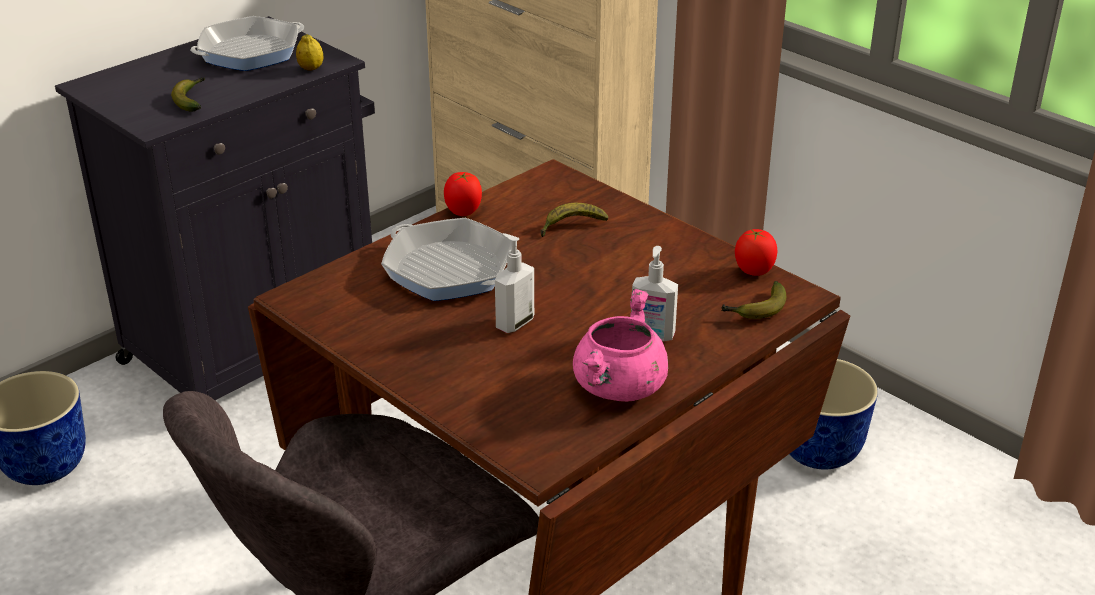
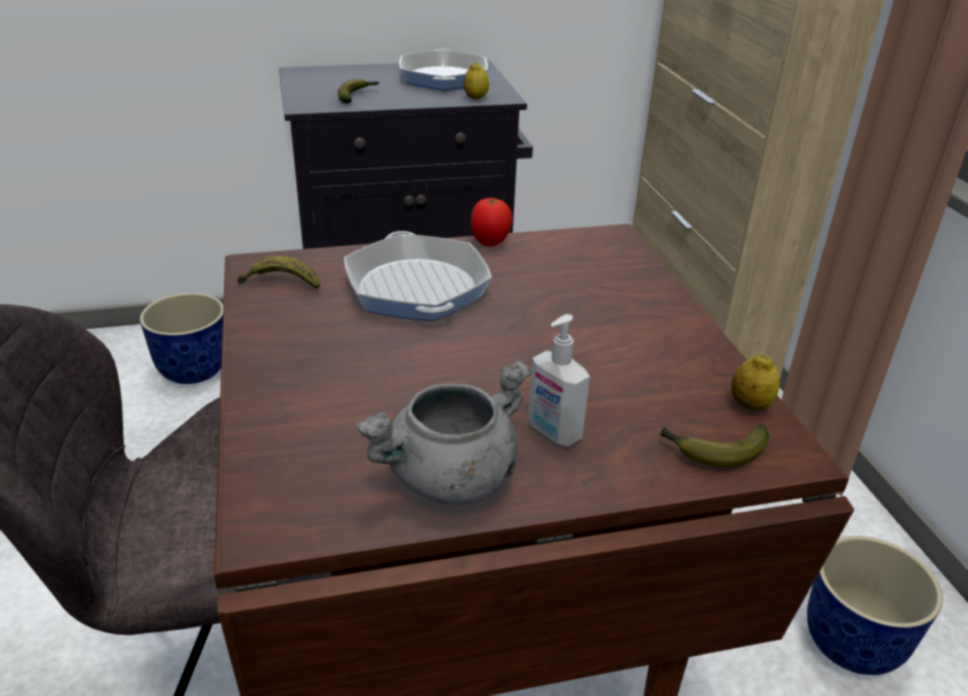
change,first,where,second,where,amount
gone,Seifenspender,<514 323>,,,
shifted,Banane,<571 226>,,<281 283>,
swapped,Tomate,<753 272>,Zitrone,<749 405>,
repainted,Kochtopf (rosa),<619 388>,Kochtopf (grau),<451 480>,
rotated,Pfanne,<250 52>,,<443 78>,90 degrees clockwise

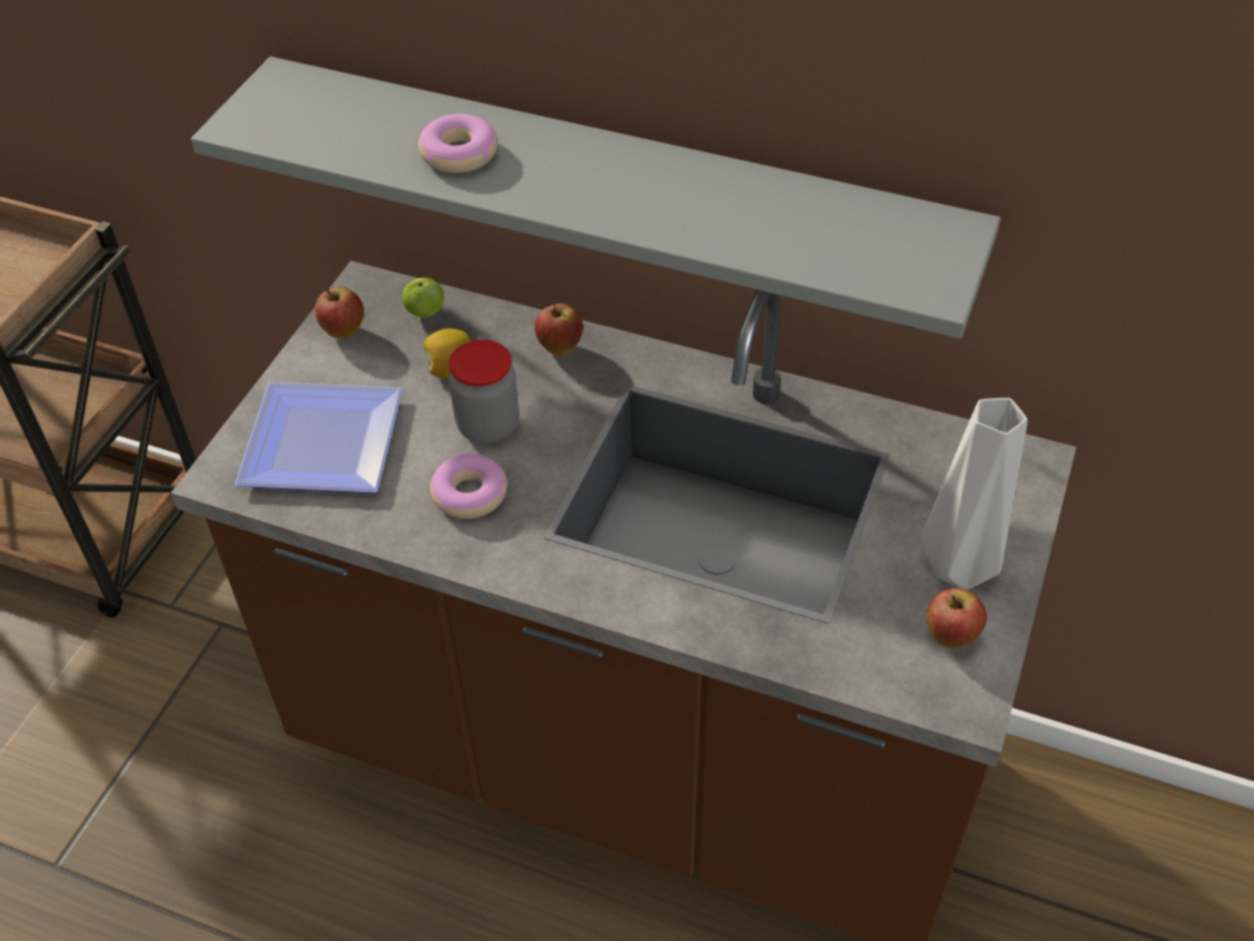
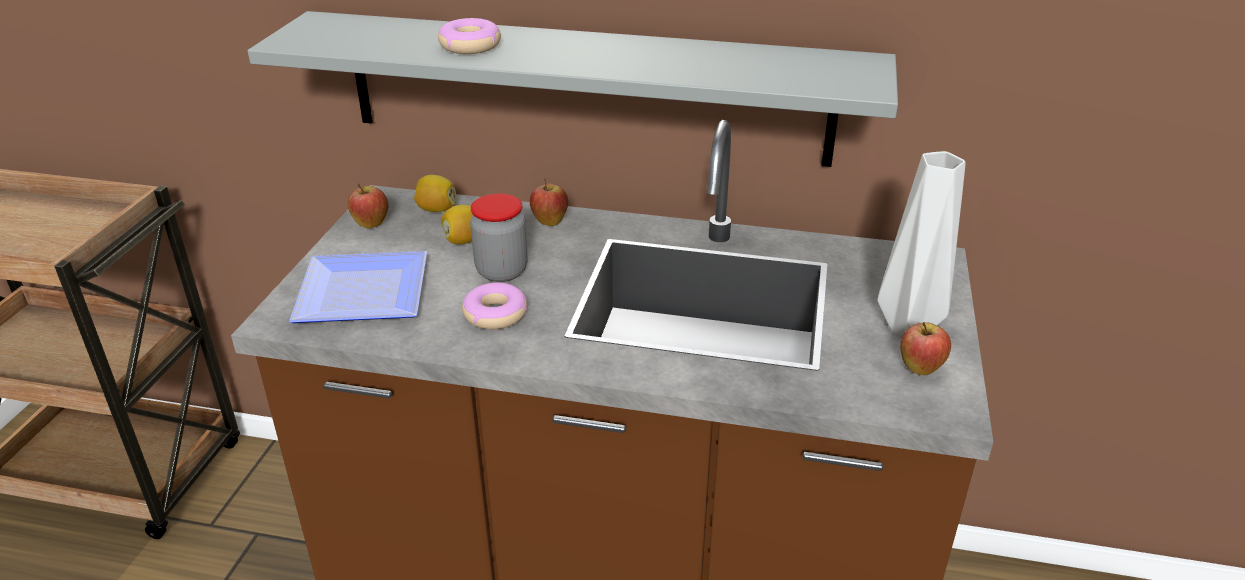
change,first,where,second,where,amount
swapped,Apfel,<425 312>,Zitrone,<436 209>,

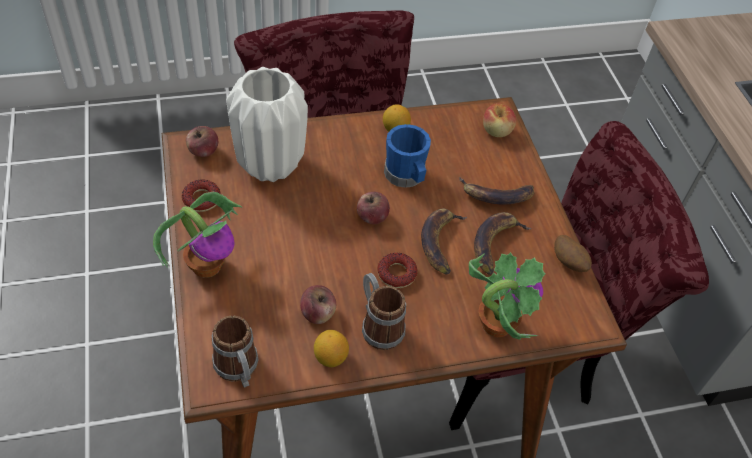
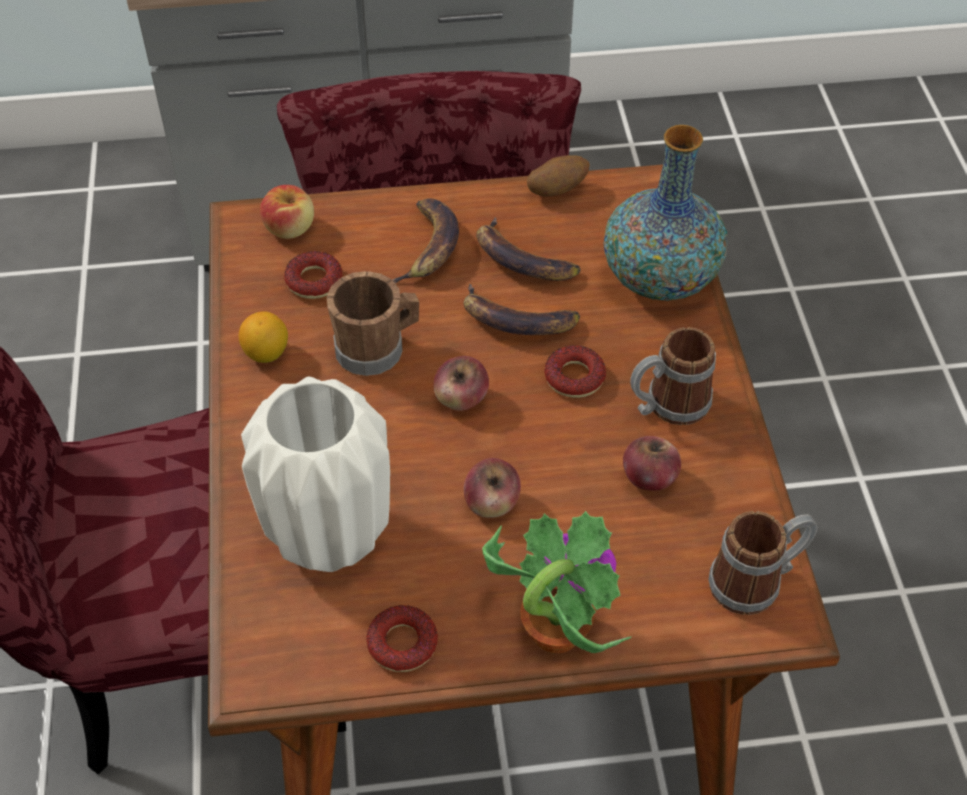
change,first,where,second,where,amount
gone,Zitrone,<330 357>,,,
new,,,Donut,<314 281>,
shifted,Apfel,<203 151>,,<492 503>,
swapped,Topfpflanze,<495 323>,Vase,<659 279>,
repainted,Henkelbecher (blau),<406 176>,Henkelbecher (braun),<377 348>,

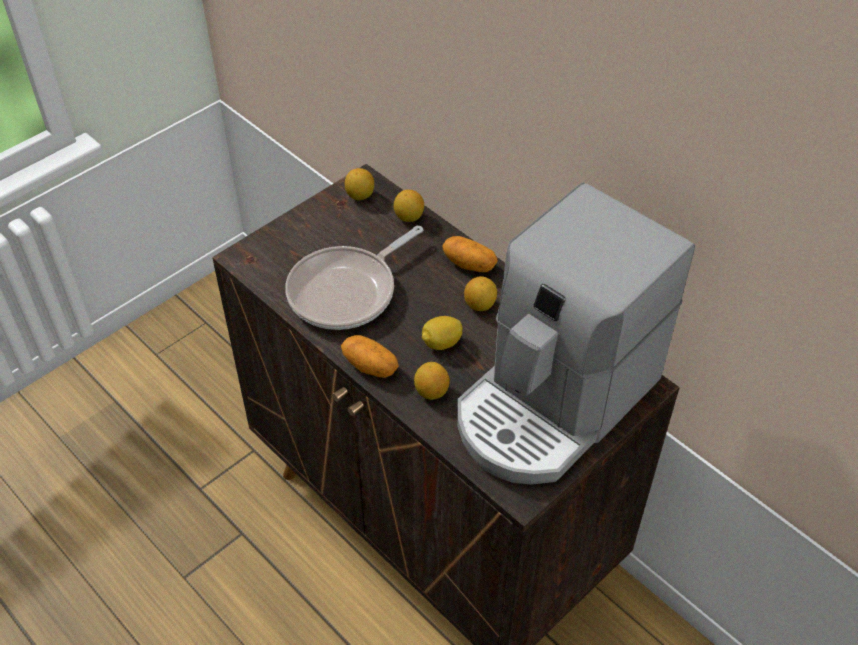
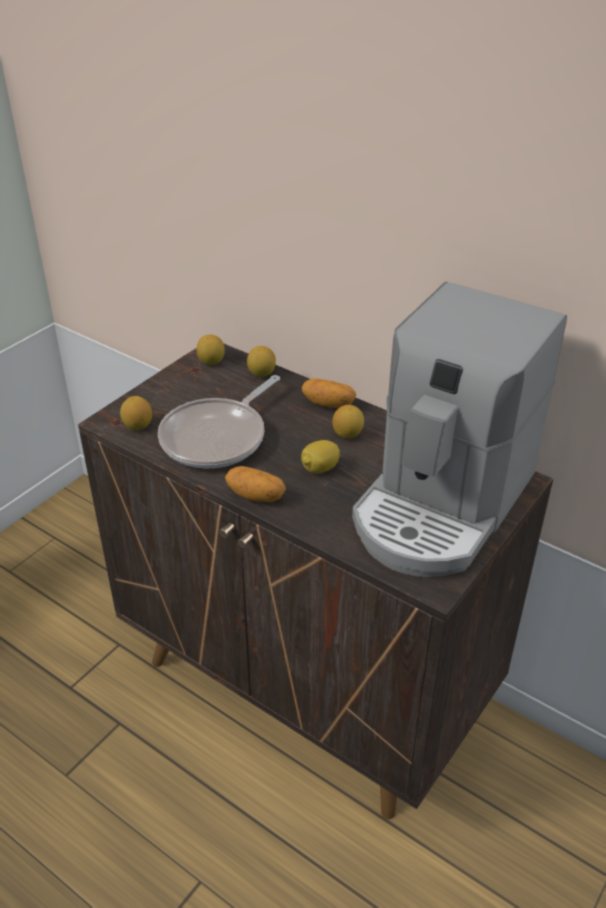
change,first,where,second,where,amount
shifted,Zitrone,<431 392>,,<137 426>,

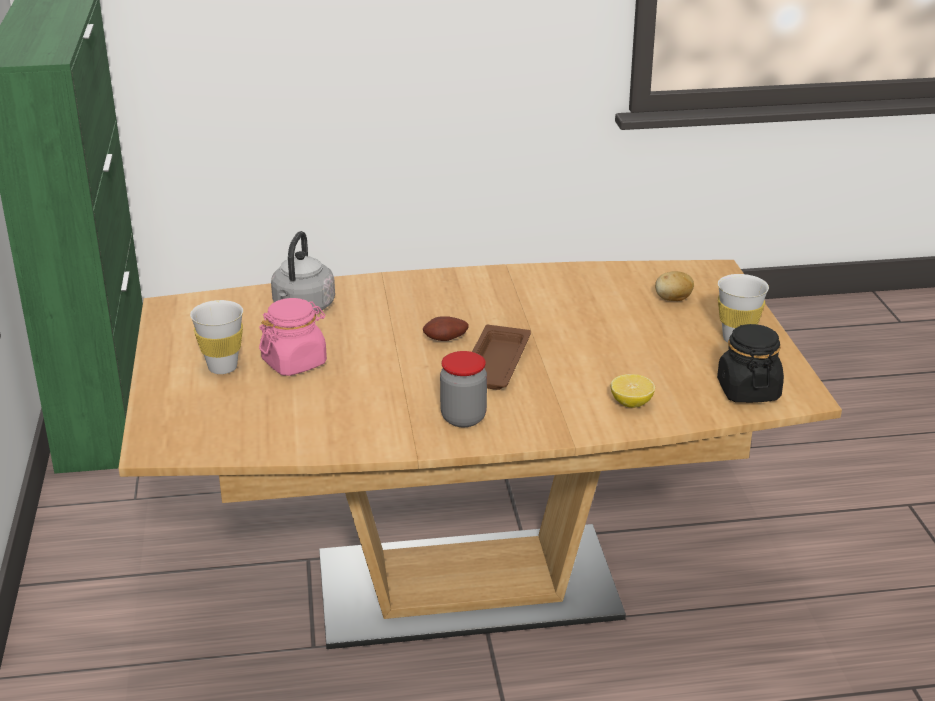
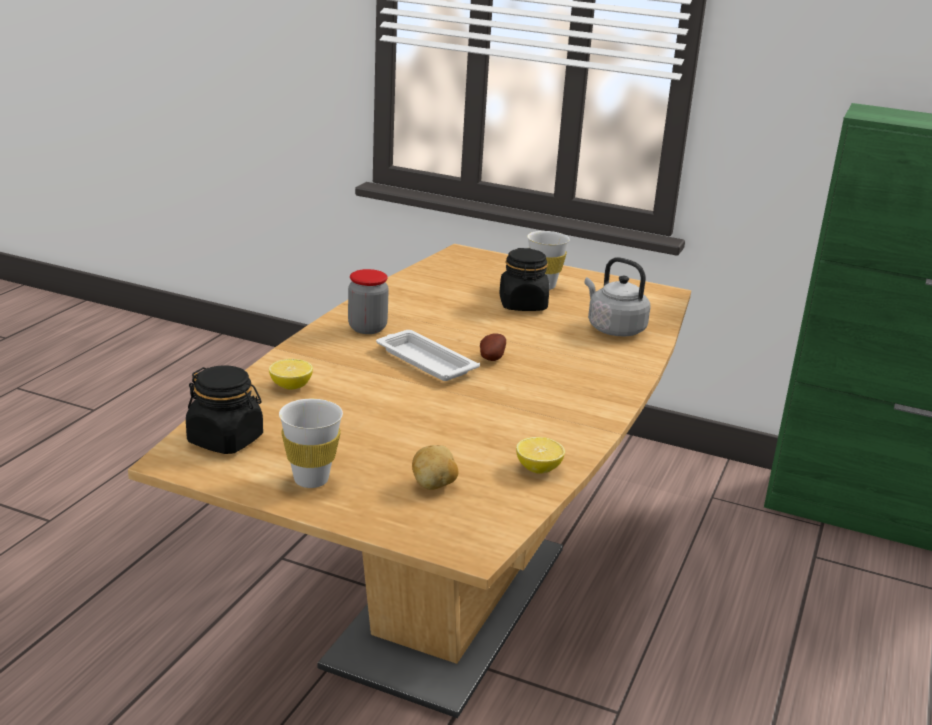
change,first,where,second,where,amount
new,,,Zitrone,<538 469>,
repainted,Vorratsglas (rosa),<294 362>,Vorratsglas (schwarz),<523 305>,
repainted,Tablett (braun),<494 365>,Tablett (weiß),<424 361>,

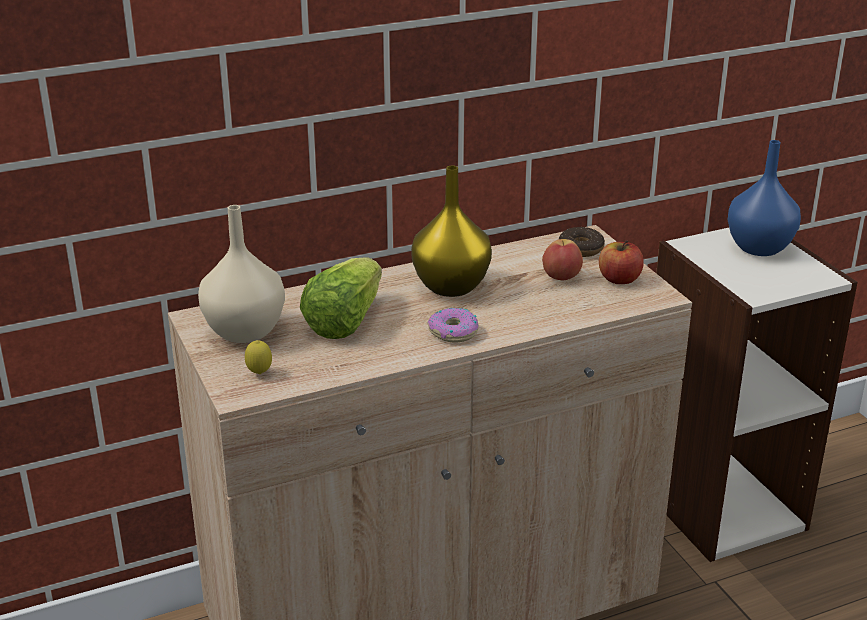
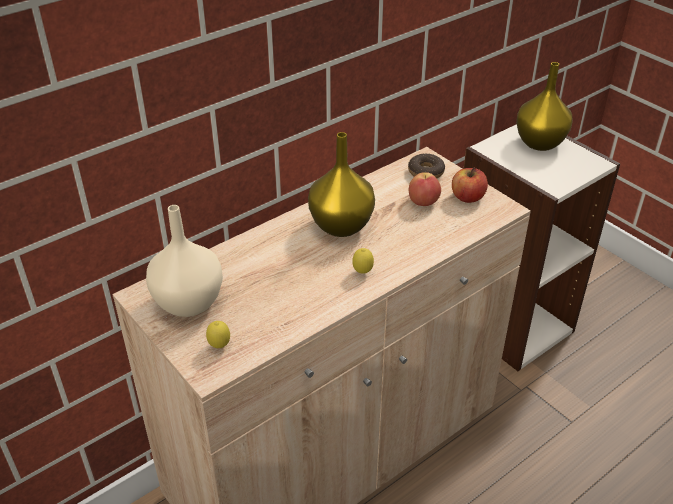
change,first,where,second,where,amount
gone,Salatkopf,<344 321>,,,
swapped,Donut,<453 332>,Zitrone,<362 272>,
repainted,Vase (blau),<757 248>,Vase (gelb),<538 143>,

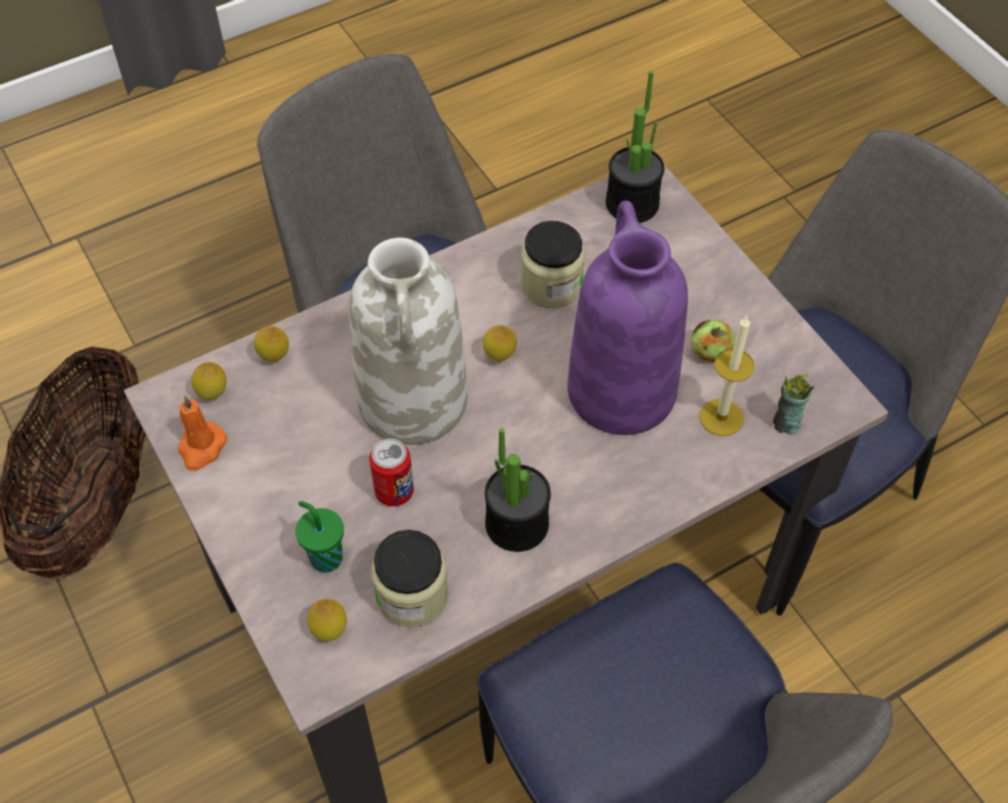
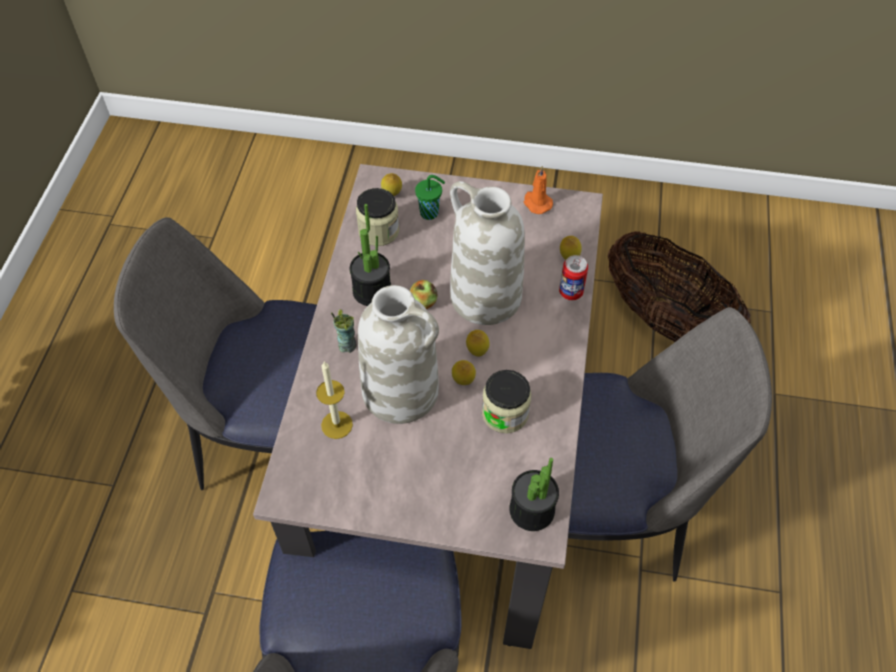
change,first,where,second,where,amount
shifted,Zitrone,<213 395>,,<463 381>,
shifted,Dose,<394 492>,,<571 292>,
shifted,Apfel,<710 352>,,<423 302>,
shifted,Tasse,<785 424>,,<347 345>,
repainted,Vase (lila),<619 389>,Vase (weiß),<402 391>,

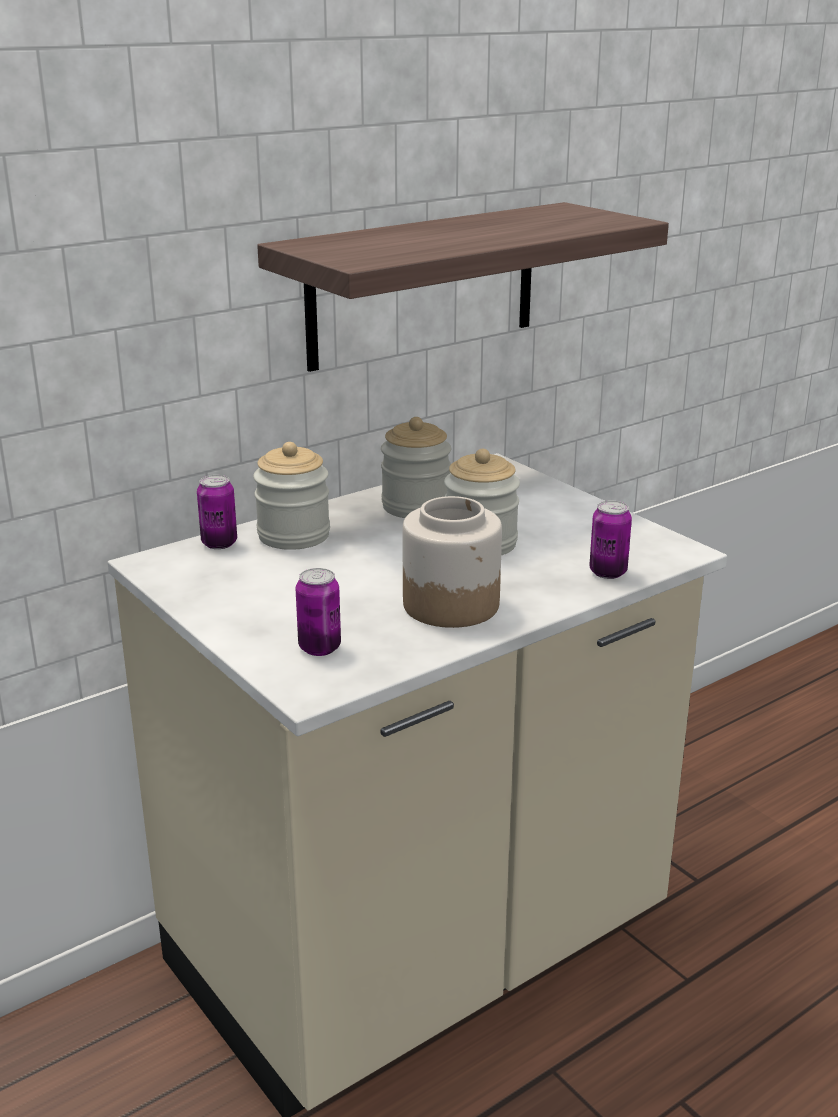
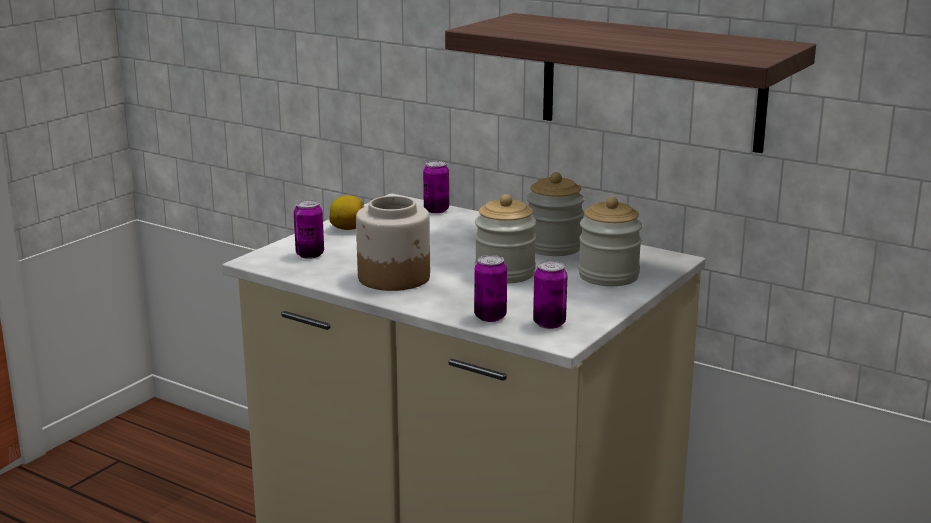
change,first,where,second,where,amount
new,,,Zitrone,<348 228>,
new,,,Dose,<549 323>,
shifted,Vorratsglas,<294 535>,,<608 276>,

